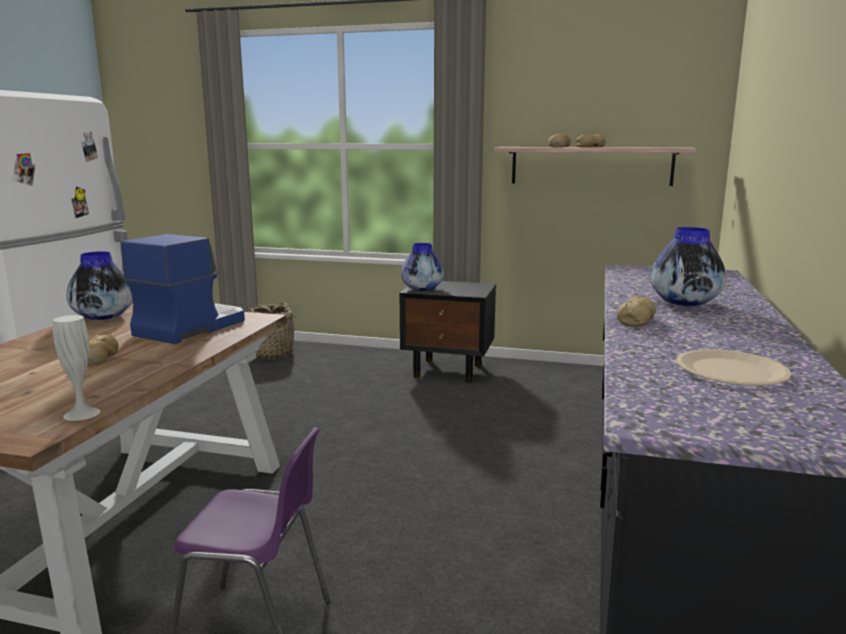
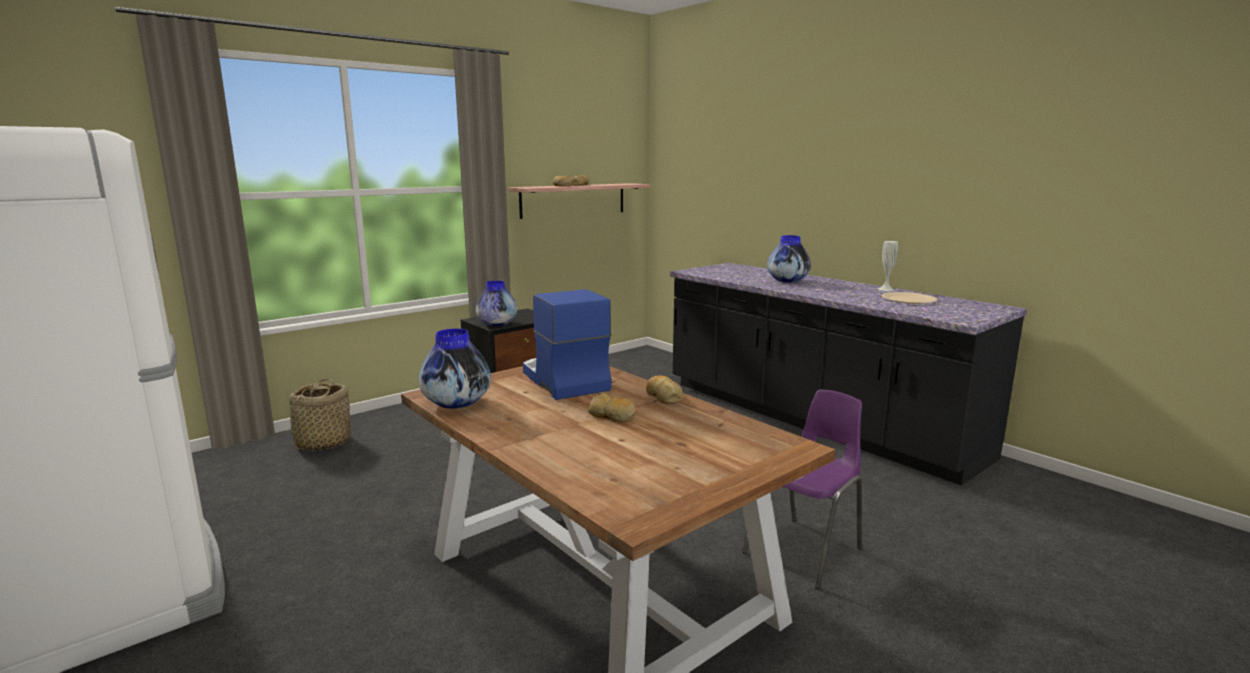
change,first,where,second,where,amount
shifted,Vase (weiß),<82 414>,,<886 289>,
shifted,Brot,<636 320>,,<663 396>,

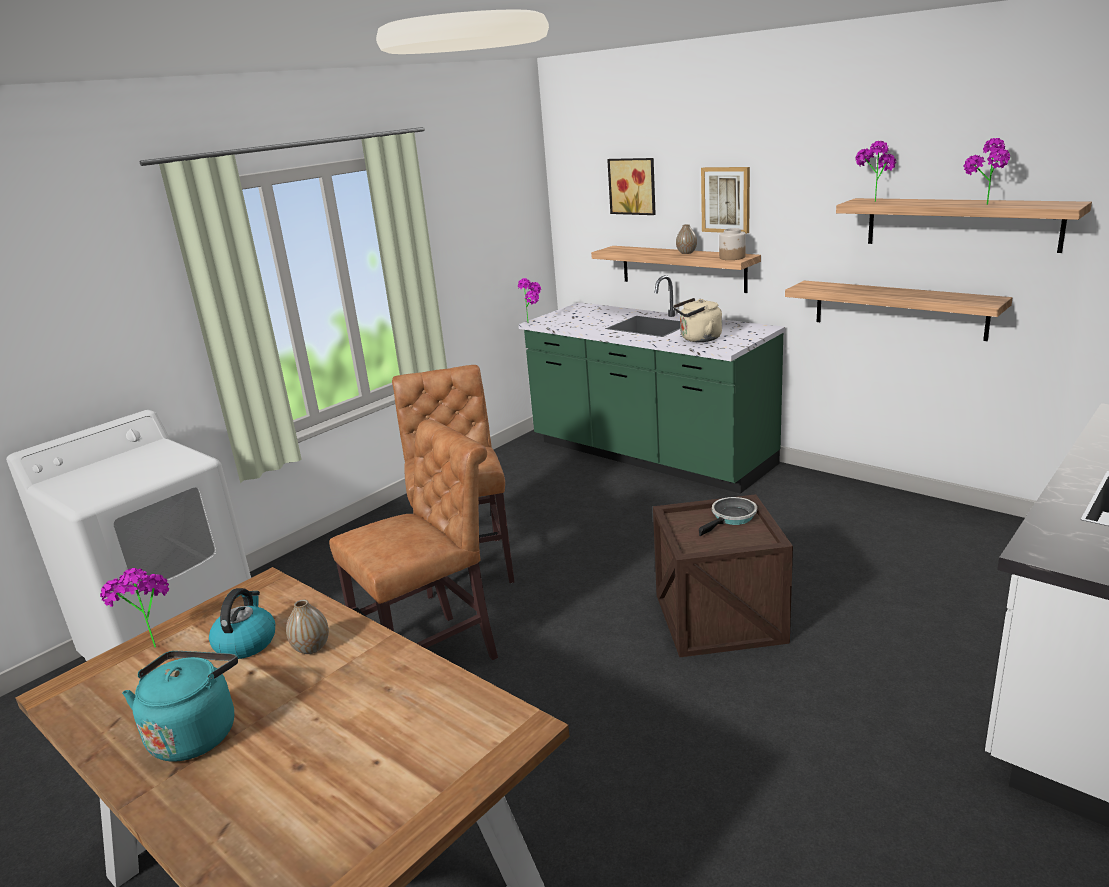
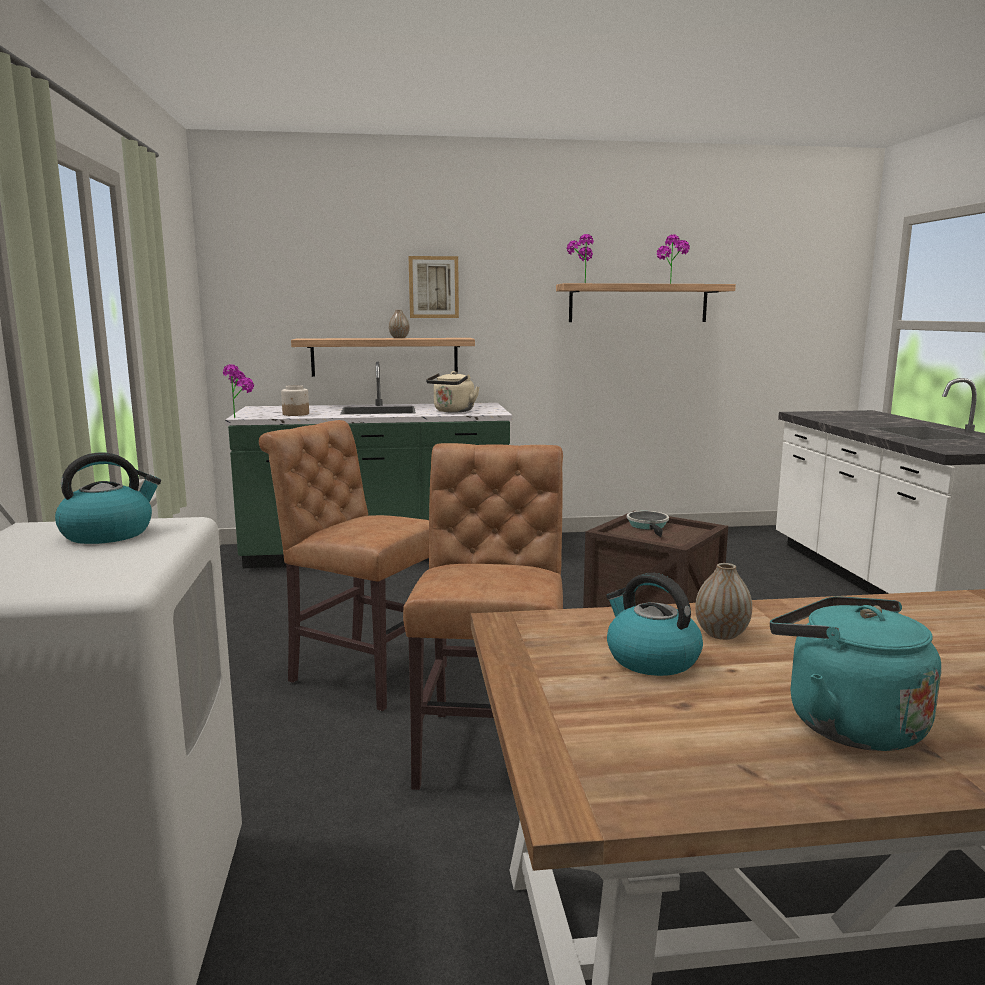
change,first,where,second,where,amount
gone,Topfpflanze,<151 642>,,,
gone,Bild,<633 186>,,,
gone,Wandregal,<898 309>,,,
new,,,Wasserkessel,<109 534>,
shifted,Vorratsglas,<732 257>,,<296 414>,

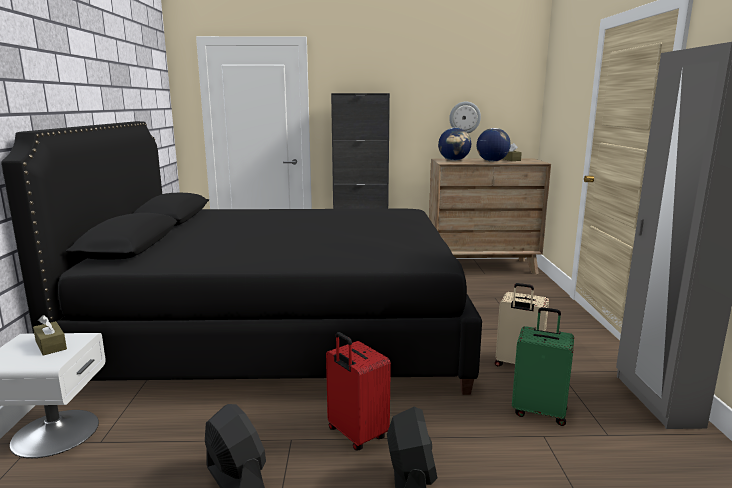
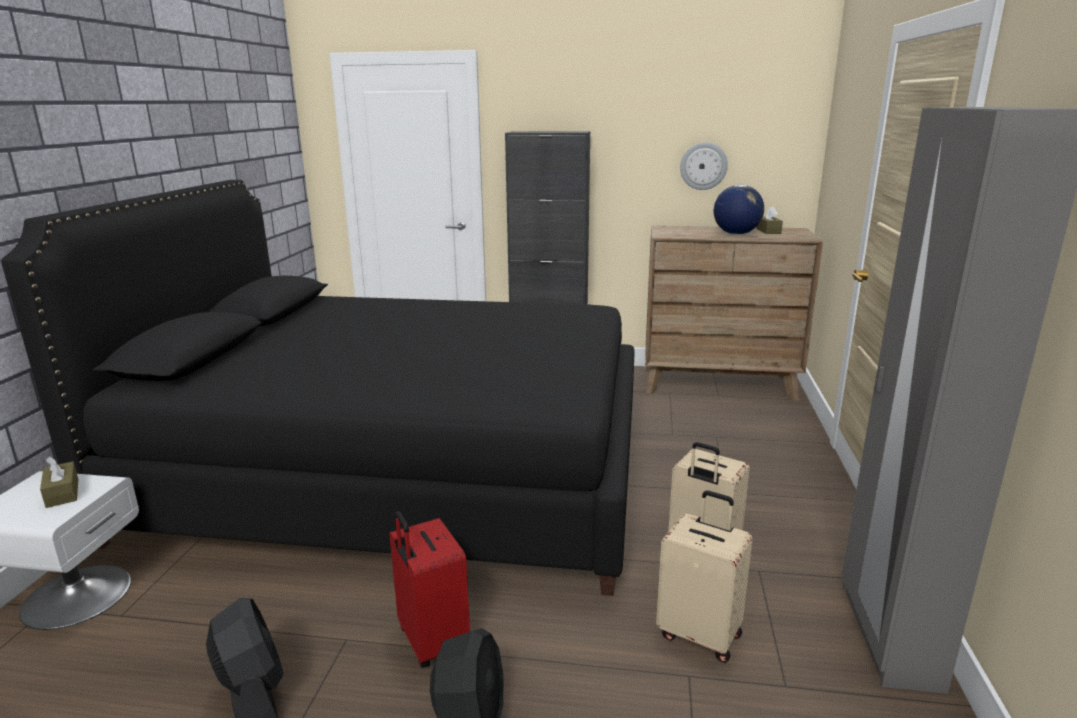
change,first,where,second,where,amount
gone,Globus,<454 160>,,,
repainted,Koffer (grün),<539 411>,Koffer (beige),<700 634>,

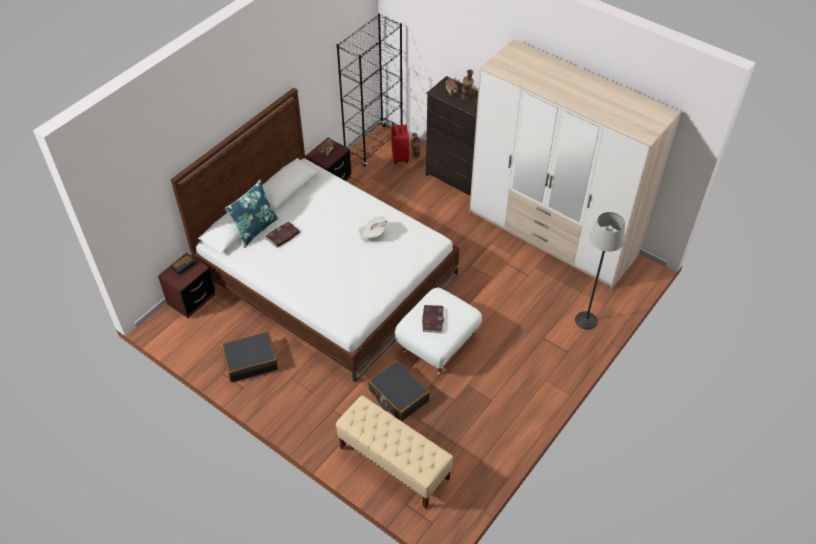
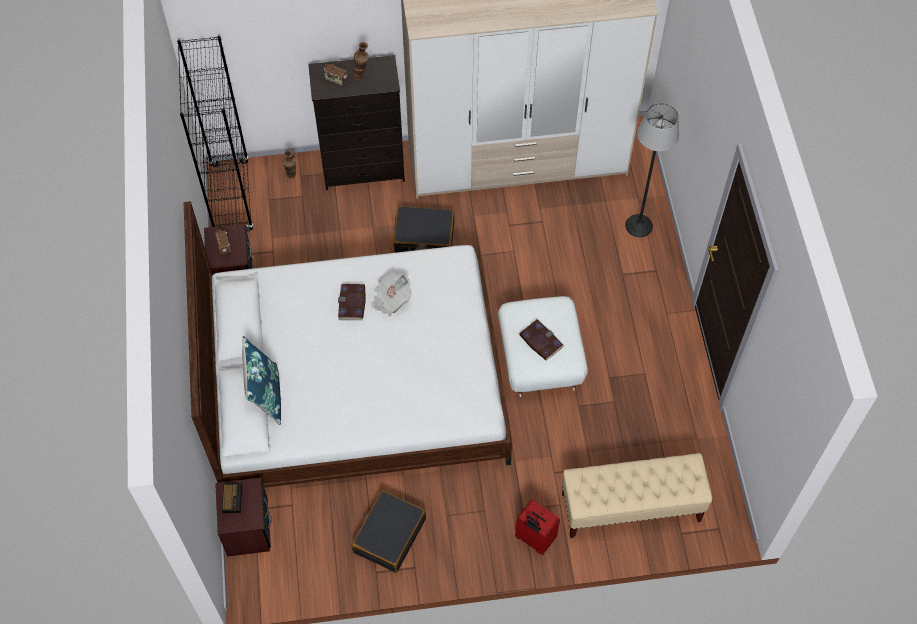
change,first,where,second,where,amount
shifted,Buch,<282 236>,,<352 303>,
shifted,Koffer (schwarz),<398 395>,,<424 237>,
shifted,Koffer (rot),<399 157>,,<534 539>,

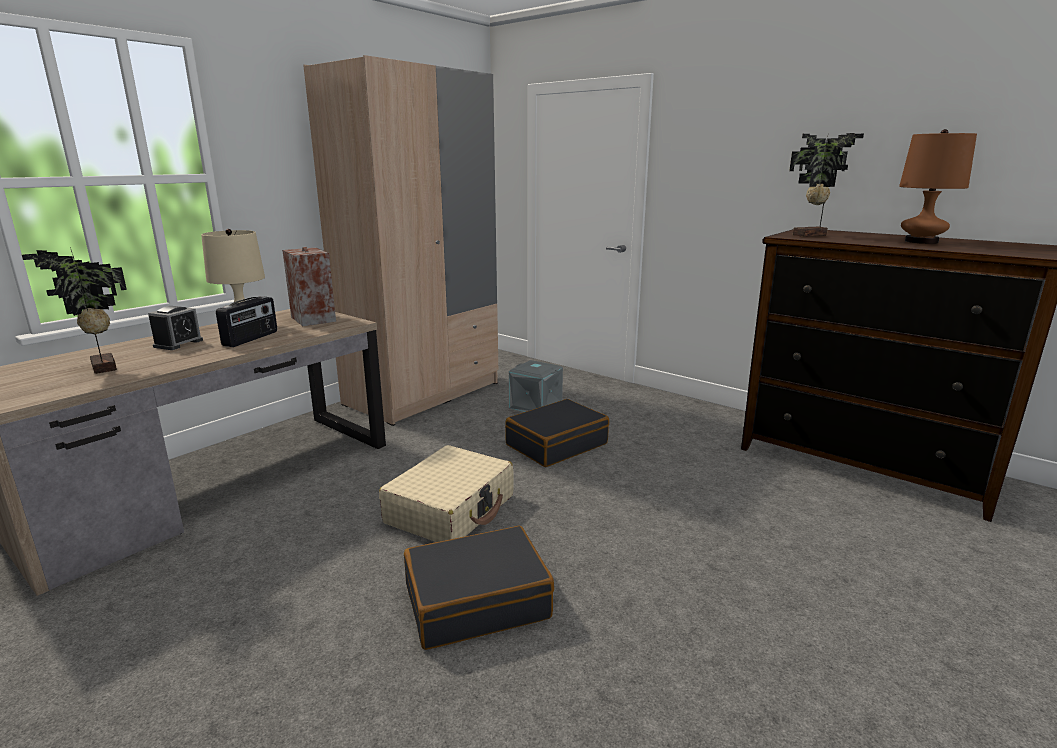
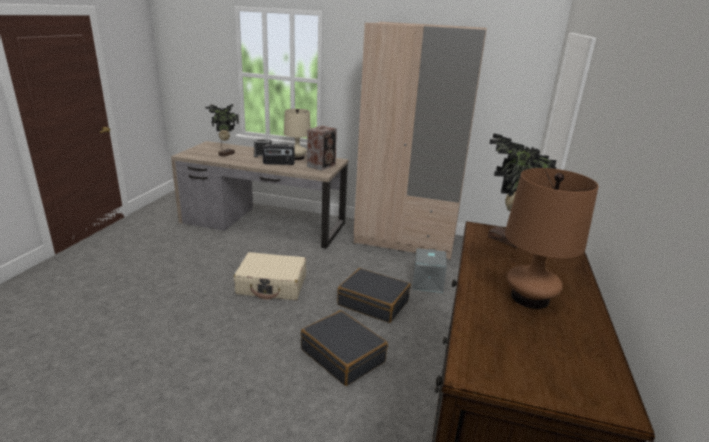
change,first,where,second,where,amount
shifted,Koffer (schwarz),<477 601>,,<343 355>,

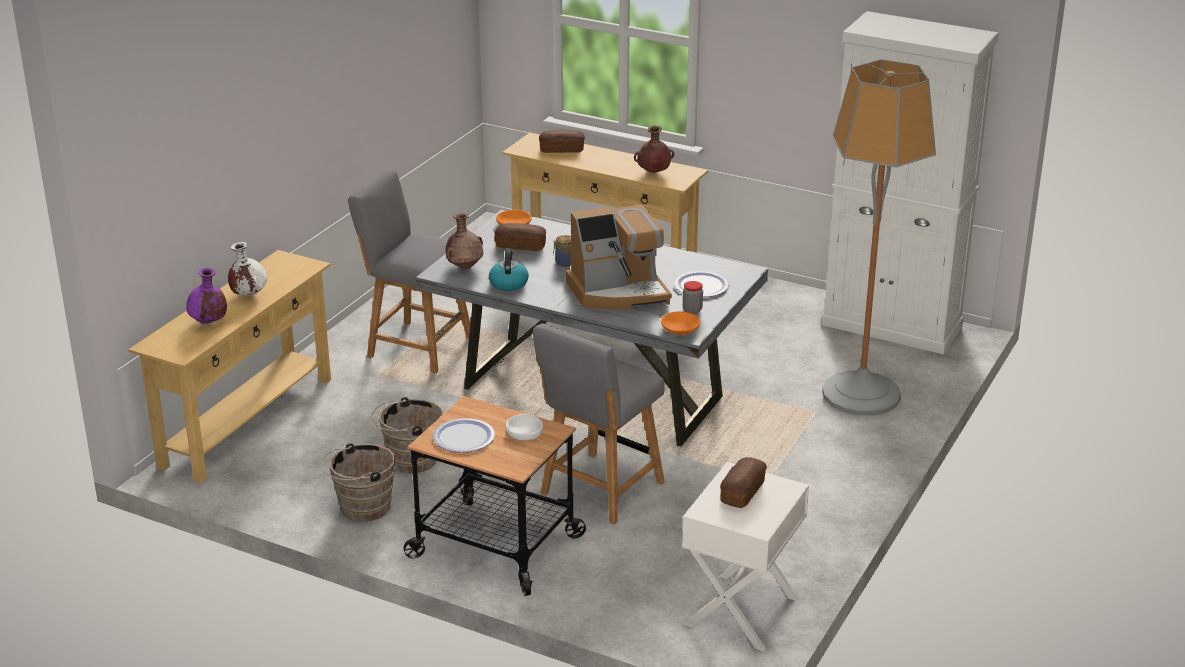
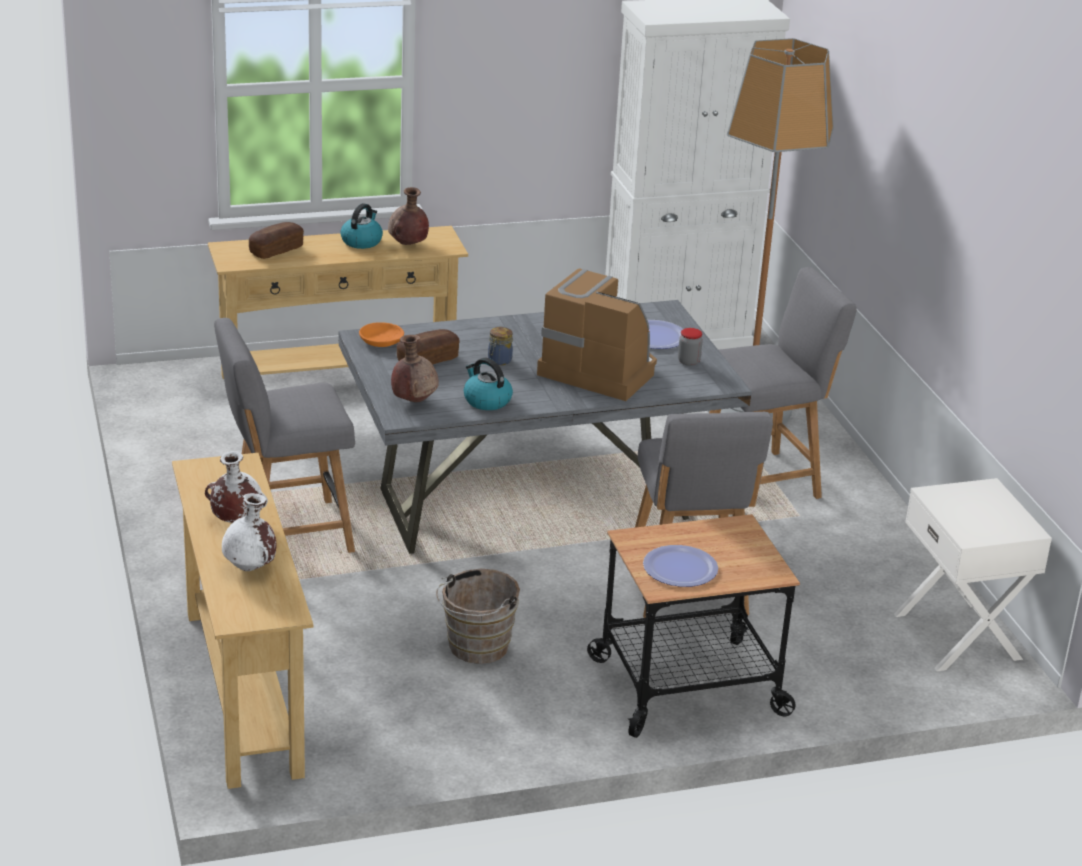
change,first,where,second,where,amount
gone,Eimer (braun),<361 508>,,,
gone,Schüssel (weiß),<524 432>,,,
gone,Schüssel (orange),<679 329>,,,
gone,Brot,<742 492>,,,
new,,,Wasserkessel,<361 241>,
new,,,Stuhl (grau),<763 480>,
repainted,Vase (lila),<208 322>,Vase (weiß),<250 568>,
rotated,Kaffeemaschine,<619 292>,,<598 369>,90 degrees counterclockwise

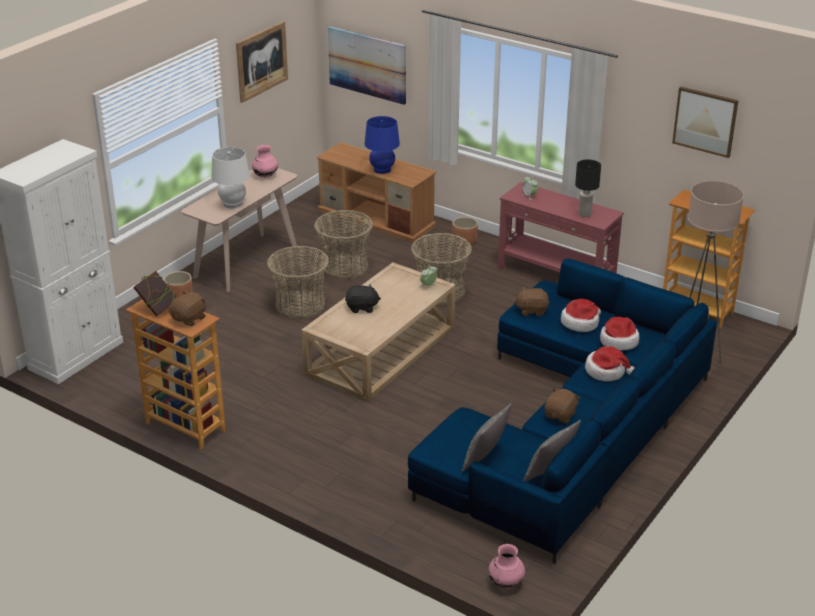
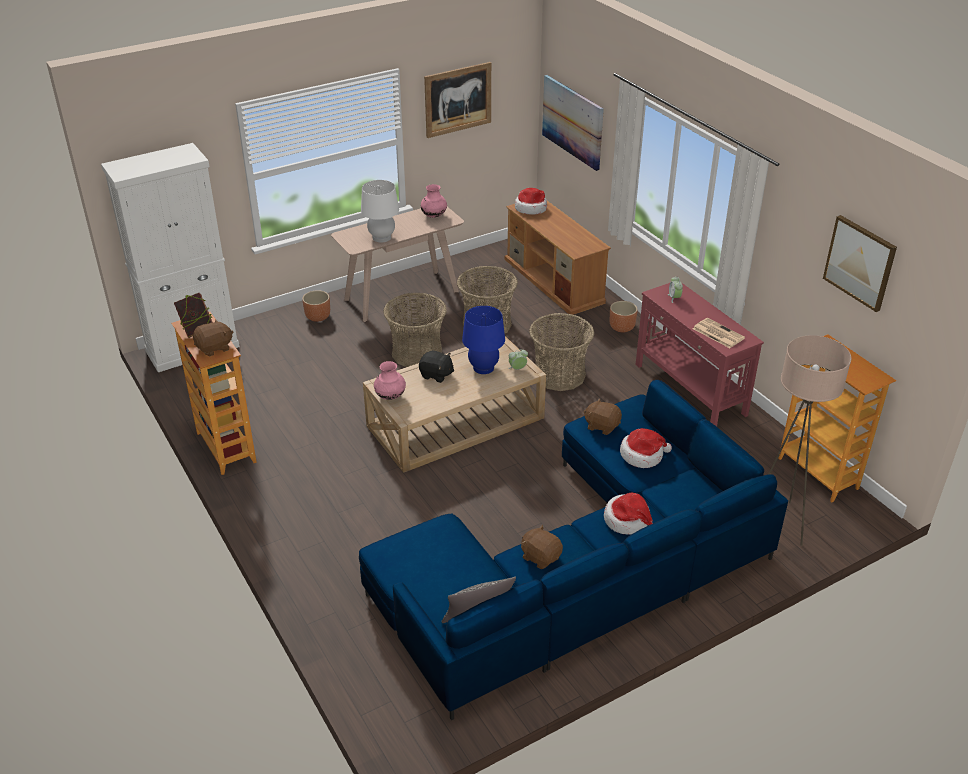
change,first,where,second,where,amount
gone,Kissen,<485 459>,,,
shifted,Tischlampe (blau),<382 170>,,<483 368>,
shifted,Vase (rosa),<506 582>,,<390 396>,
shifted,Hut,<618 341>,,<531 208>,
swapped,Tischlampe (schwarz),<584 214>,Zeitung,<717 333>,
rotated,Plüschtier (braun),<560 415>,,<540 557>,105 degrees counterclockwise

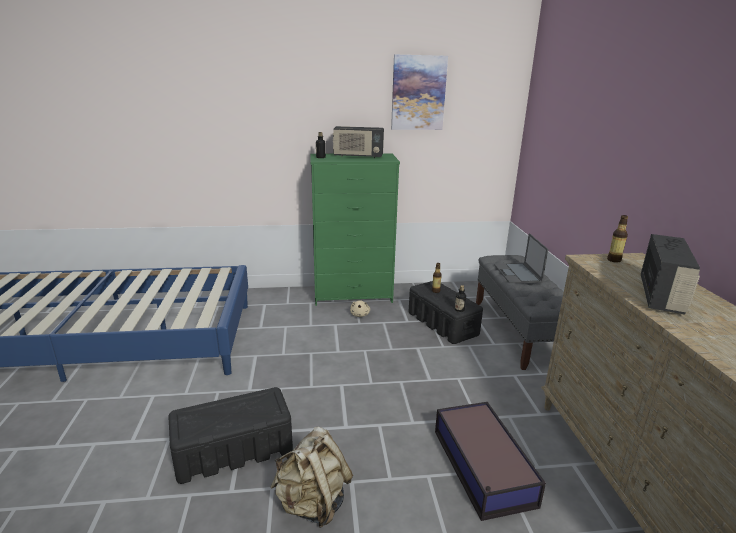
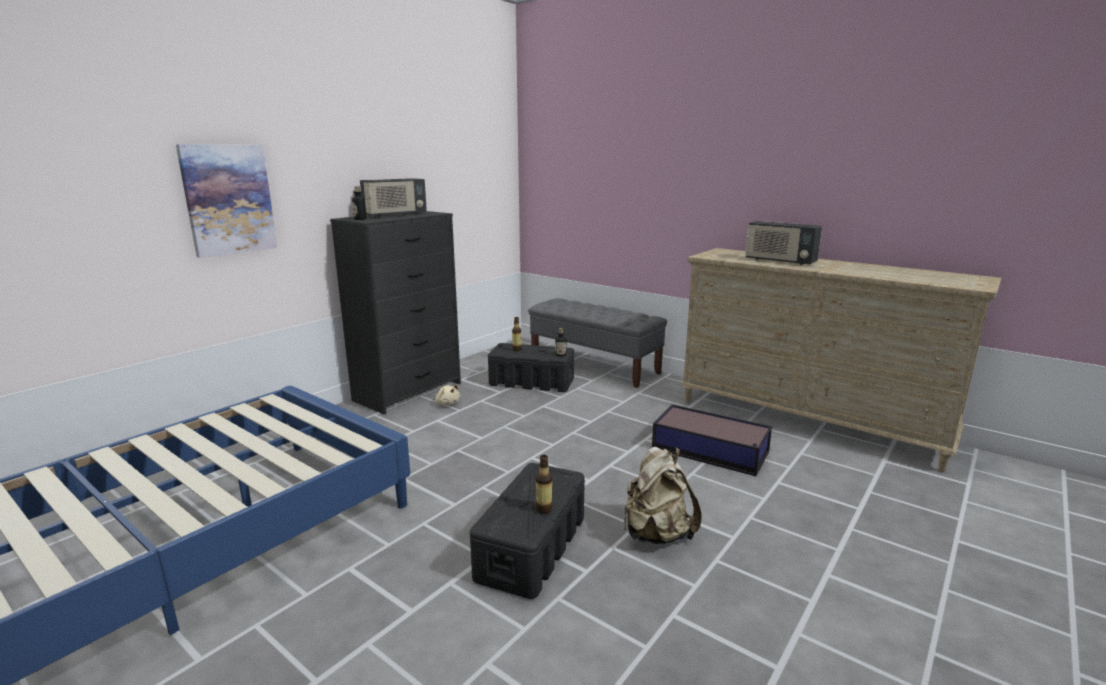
change,first,where,second,where,amount
gone,Laptop,<518 274>,,,
shifted,Bild,<418 93>,,<228 199>,
shifted,Flasche,<614 260>,,<544 509>,
repainted,Kommode (grün),<353 295>,Kommode (schwarz),<409 391>,
rotated,Radio,<661 295>,,<779 261>,150 degrees clockwise

